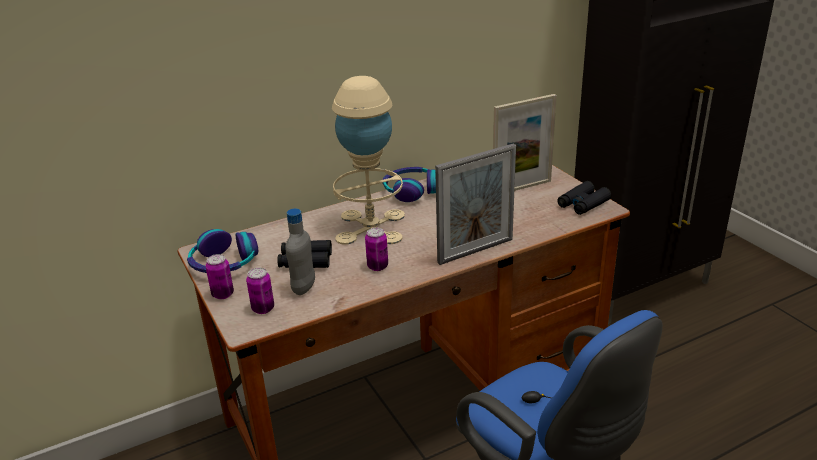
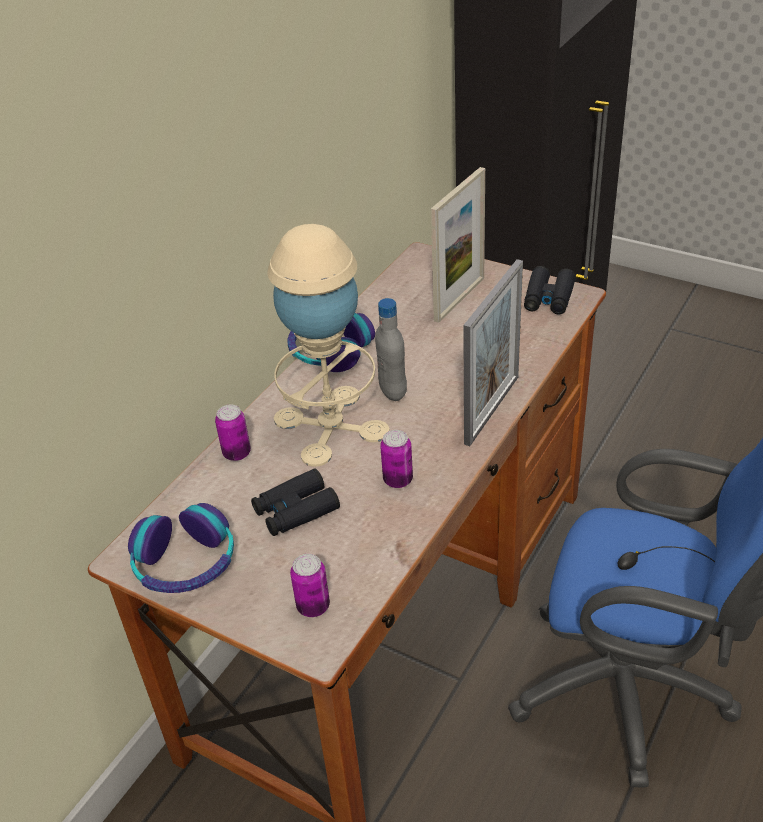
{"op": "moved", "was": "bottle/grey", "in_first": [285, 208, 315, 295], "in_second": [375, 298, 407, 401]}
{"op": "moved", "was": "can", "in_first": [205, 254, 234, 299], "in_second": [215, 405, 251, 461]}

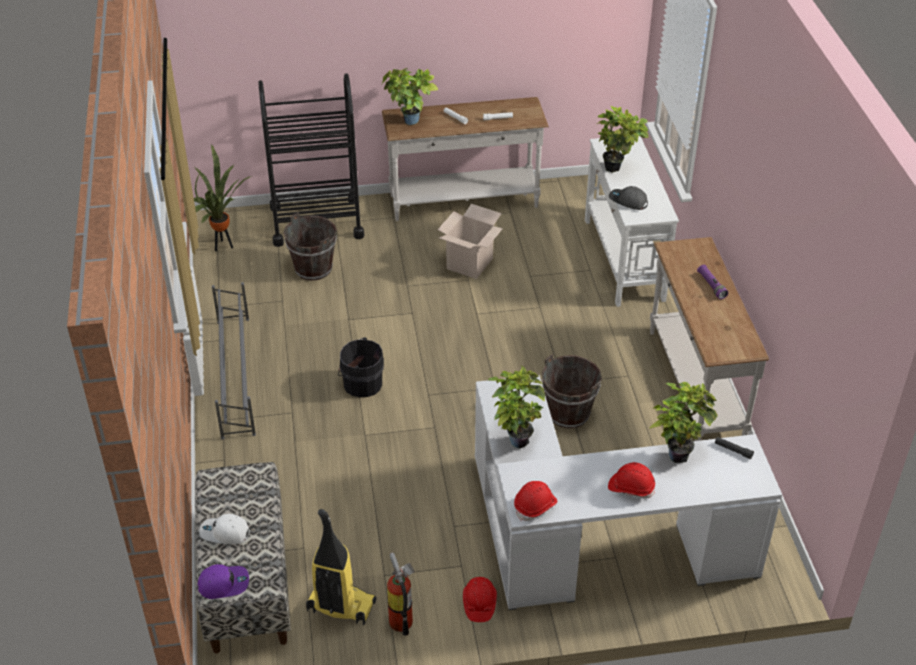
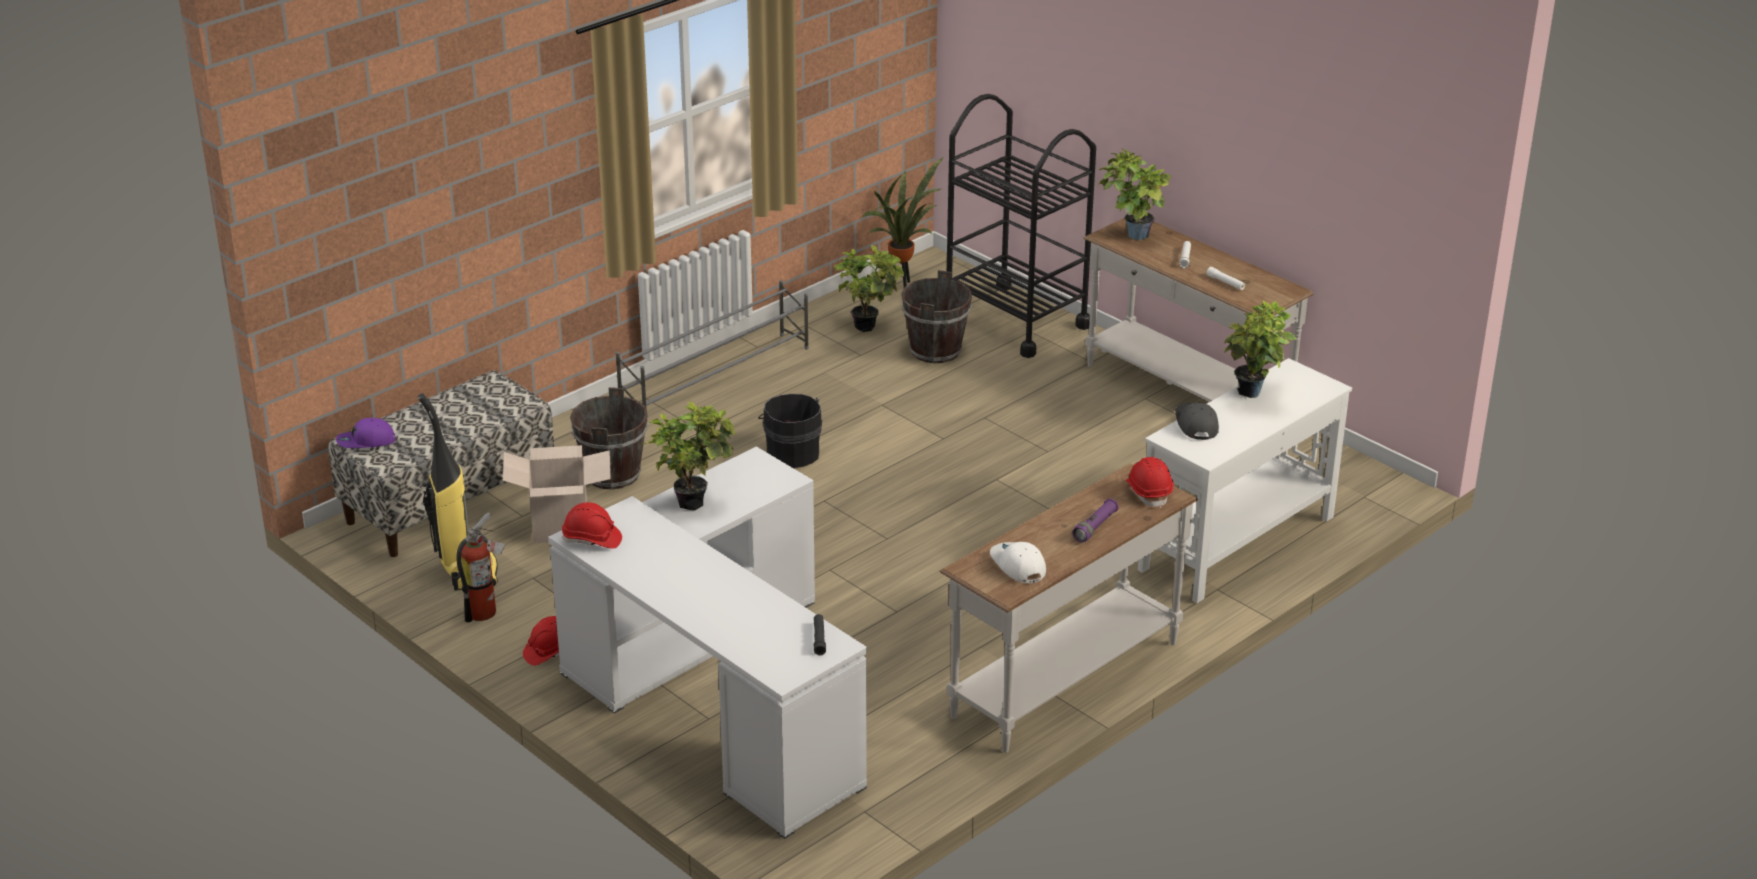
{"op": "moved", "was": "cardboard box", "in_first": [437, 204, 503, 279], "in_second": [503, 445, 611, 544]}
{"op": "moved", "was": "bucket/brown", "in_first": [542, 354, 602, 429], "in_second": [570, 387, 648, 489]}
{"op": "moved", "was": "potted plant", "in_first": [650, 382, 718, 463], "in_second": [834, 245, 904, 332]}
{"op": "moved", "was": "hard hat/red", "in_first": [608, 462, 655, 499], "in_second": [1126, 457, 1174, 508]}
{"op": "moved", "was": "cap/white", "in_first": [199, 514, 250, 544], "in_second": [990, 542, 1046, 583]}
{"op": "turned", "was": "cap/purple", "in_first": [198, 564, 249, 599], "in_second": [336, 418, 396, 448], "clockwise": 120}

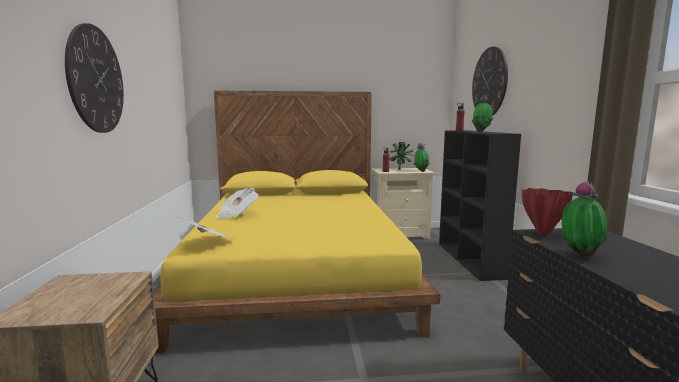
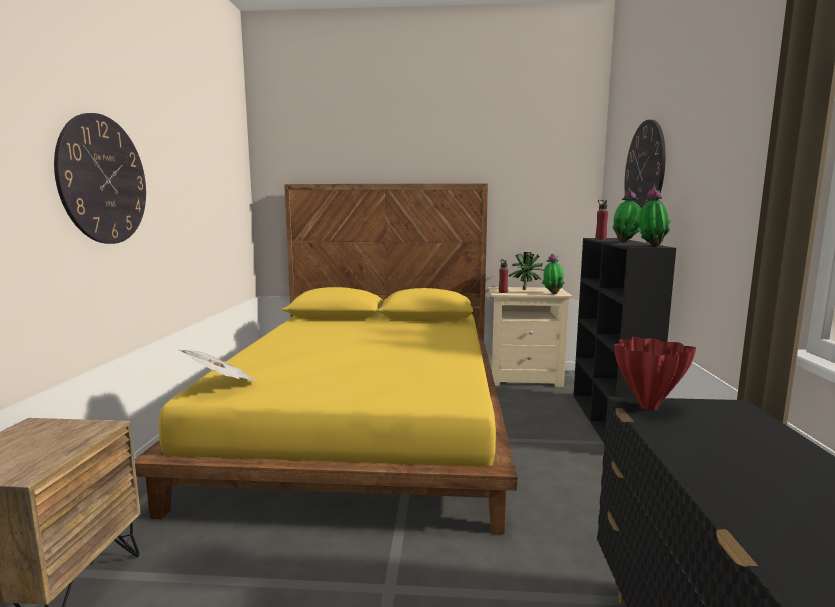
{"op": "moved", "was": "potted plant", "in_first": [562, 181, 607, 257], "in_second": [639, 188, 671, 246]}
{"op": "removed", "was": "newspaper", "in_first": [215, 188, 259, 218]}

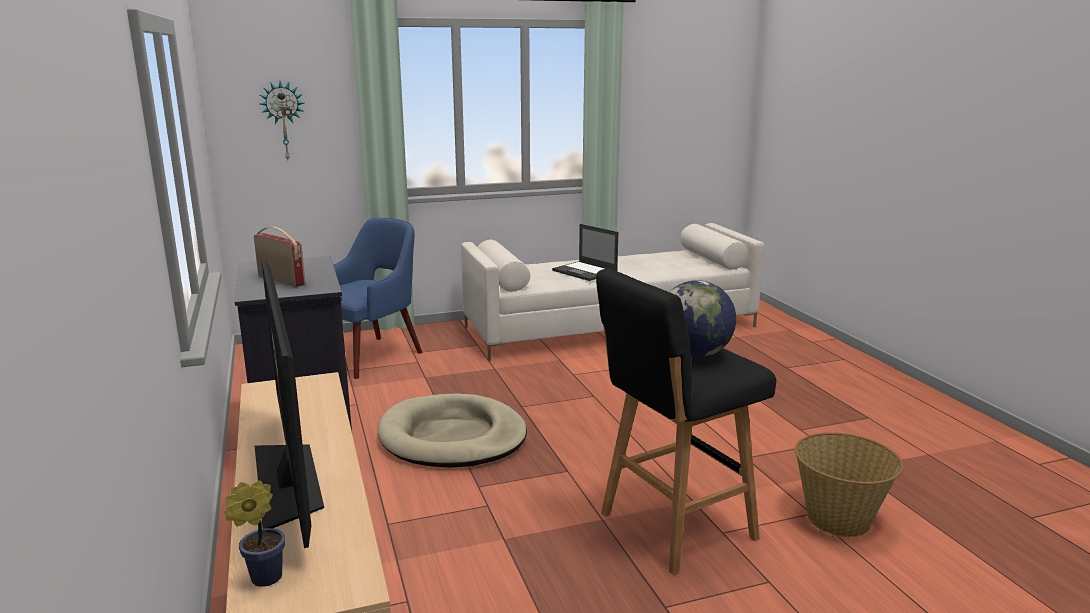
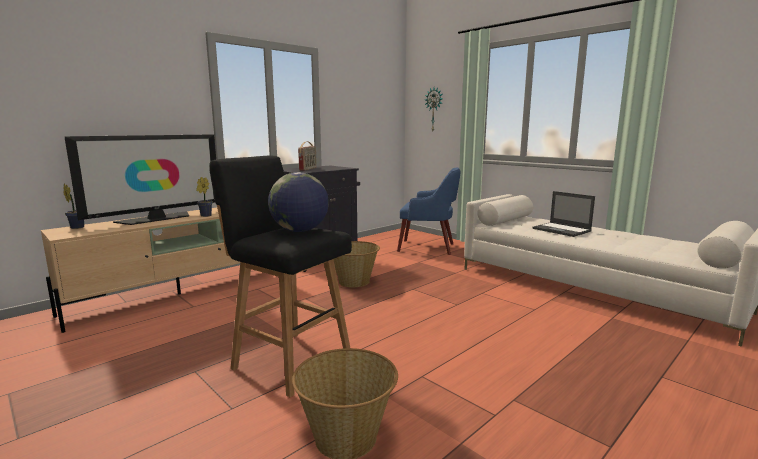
{"op": "turned", "was": "laptop", "in_first": [552, 224, 619, 281], "in_second": [532, 191, 595, 237], "clockwise": -60}
{"op": "replaced", "was": "dog bed/beige", "now": "basket", "in_first": [377, 394, 527, 468], "in_second": [334, 241, 380, 288]}
{"op": "added", "now": "potted plant", "in_second": [196, 177, 213, 217]}

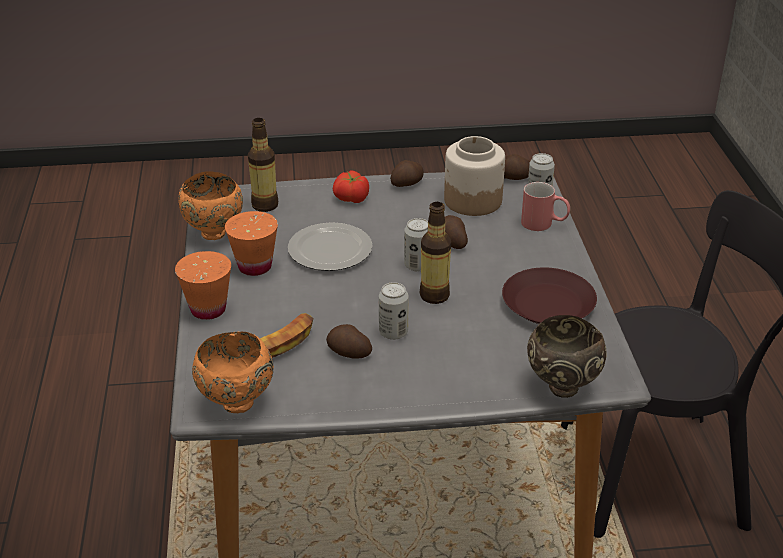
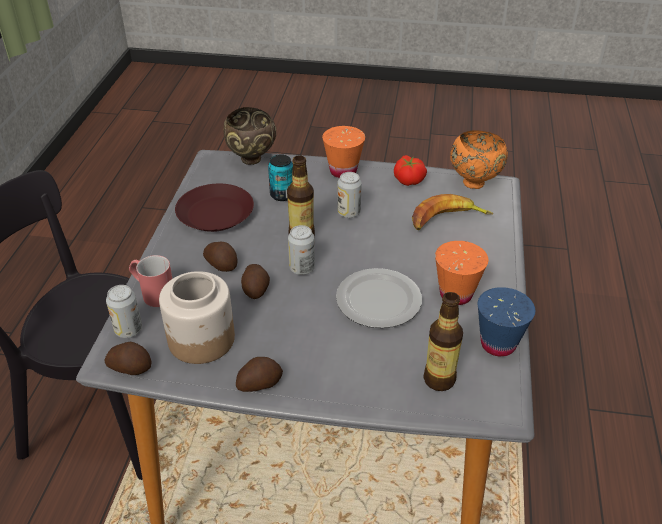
{"op": "moved", "was": "tomato", "in_first": [333, 170, 369, 203], "in_second": [394, 155, 427, 186]}
{"op": "replaced", "was": "bowl/orange", "now": "cup/blue", "in_first": [178, 171, 243, 240], "in_second": [478, 287, 535, 357]}
{"op": "moved", "was": "cup/orange", "in_first": [175, 251, 231, 320], "in_second": [322, 126, 365, 178]}
{"op": "moved", "was": "potato", "in_first": [326, 324, 372, 359], "in_second": [203, 242, 238, 272]}
{"op": "added", "now": "can", "in_second": [268, 154, 293, 201]}

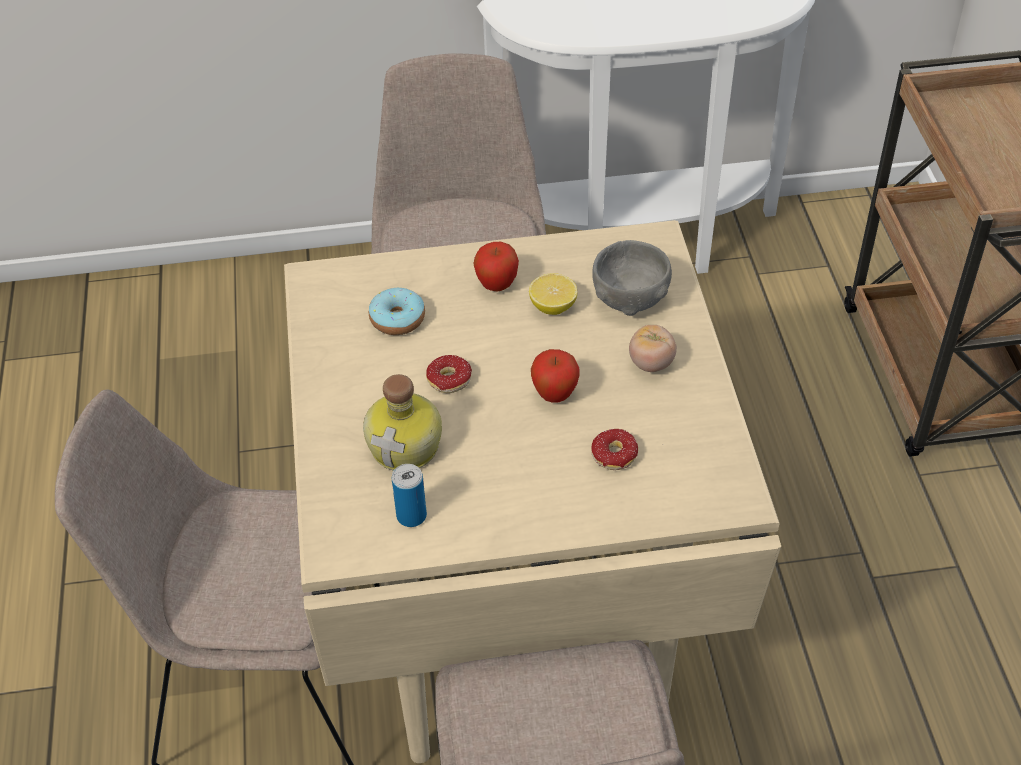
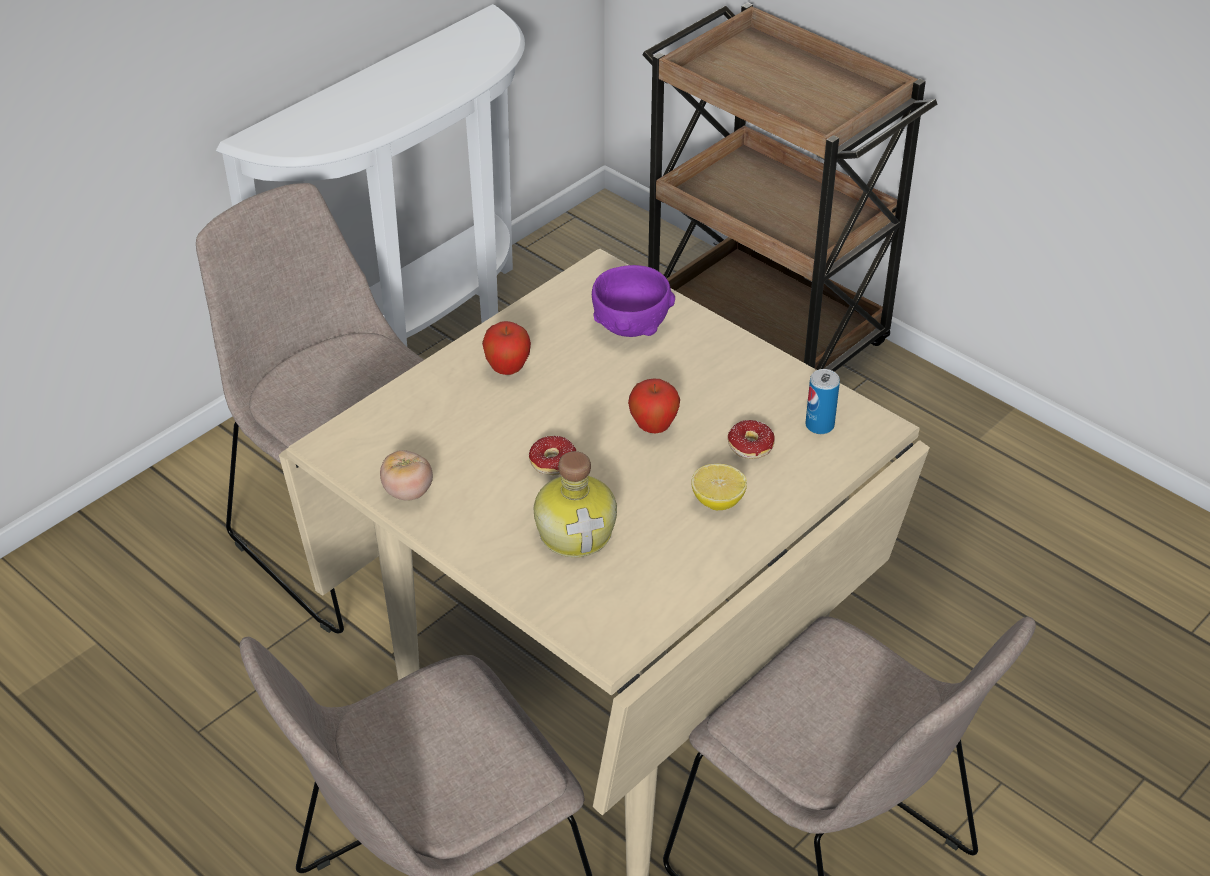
{"op": "recoloured", "was": "bowl/grey", "now": "bowl/purple", "in_first": [592, 240, 672, 316], "in_second": [592, 265, 675, 337]}
{"op": "moved", "was": "lemon", "in_first": [529, 273, 577, 315], "in_second": [691, 464, 747, 510]}
{"op": "removed", "was": "donut", "in_first": [369, 288, 425, 335]}
{"op": "moved", "was": "tomato", "in_first": [629, 325, 677, 372], "in_second": [380, 450, 433, 501]}
{"op": "moved", "was": "can", "in_first": [392, 464, 427, 527], "in_second": [805, 369, 840, 434]}

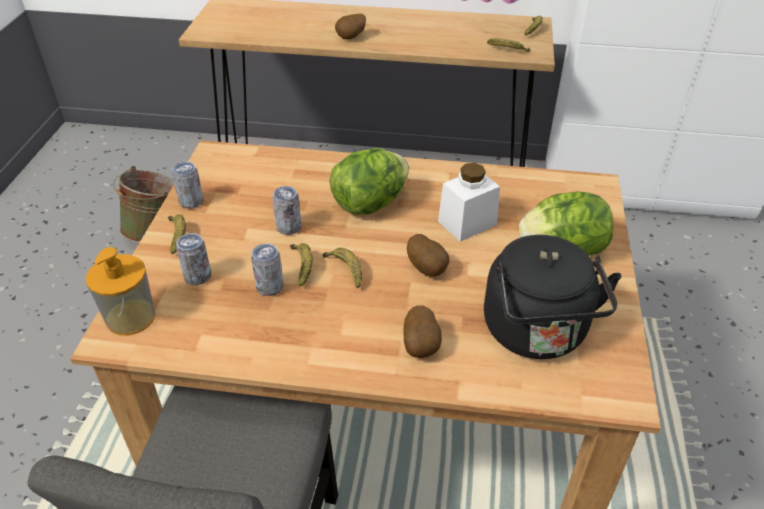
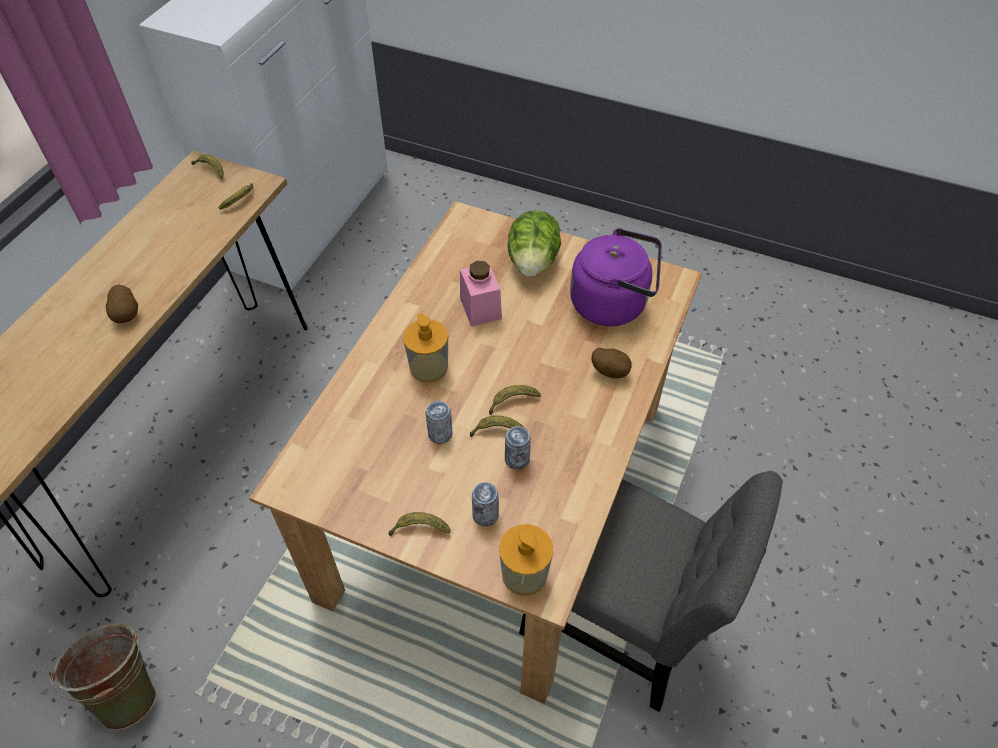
{"op": "replaced", "was": "lettuce", "now": "soap dispenser", "in_first": [329, 148, 409, 215], "in_second": [403, 313, 448, 383]}
{"op": "removed", "was": "can", "in_first": [172, 161, 204, 209]}
{"op": "recoloured", "was": "jar/white", "now": "jar/pink", "in_first": [438, 163, 500, 242], "in_second": [460, 261, 502, 327]}
{"op": "removed", "was": "potato", "in_first": [407, 234, 450, 277]}
{"op": "recoloured", "was": "kettle/black", "now": "kettle/purple", "in_first": [484, 235, 622, 359], "in_second": [570, 228, 662, 326]}

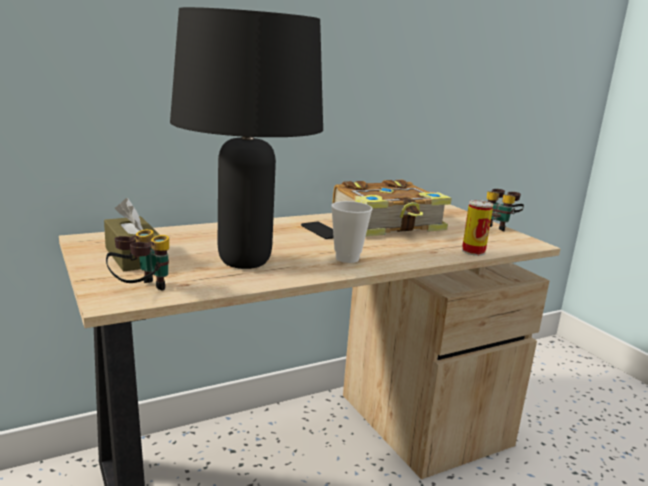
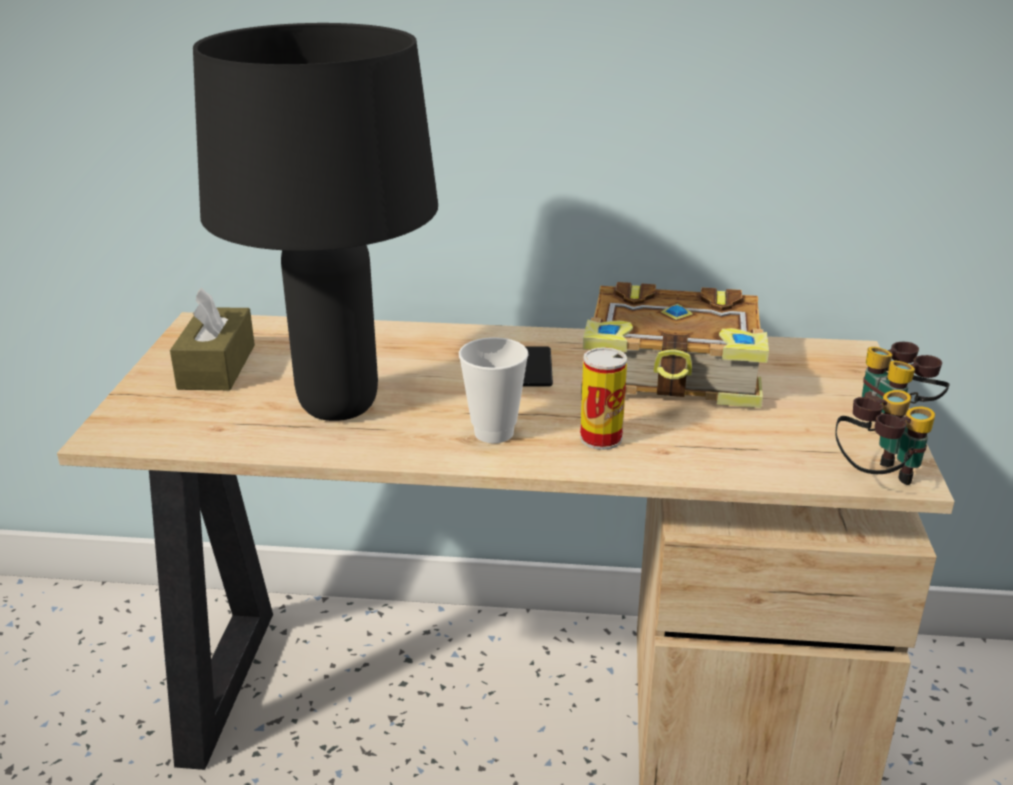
{"op": "moved", "was": "can", "in_first": [462, 200, 494, 256], "in_second": [580, 347, 627, 450]}
{"op": "moved", "was": "binoculars", "in_first": [106, 229, 169, 290], "in_second": [836, 390, 935, 485]}

